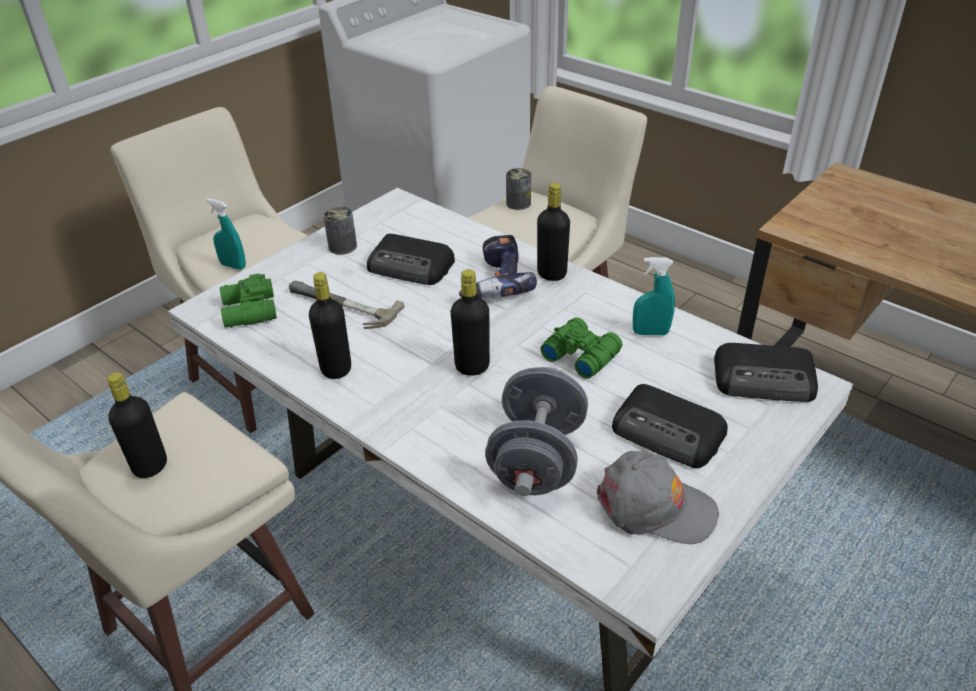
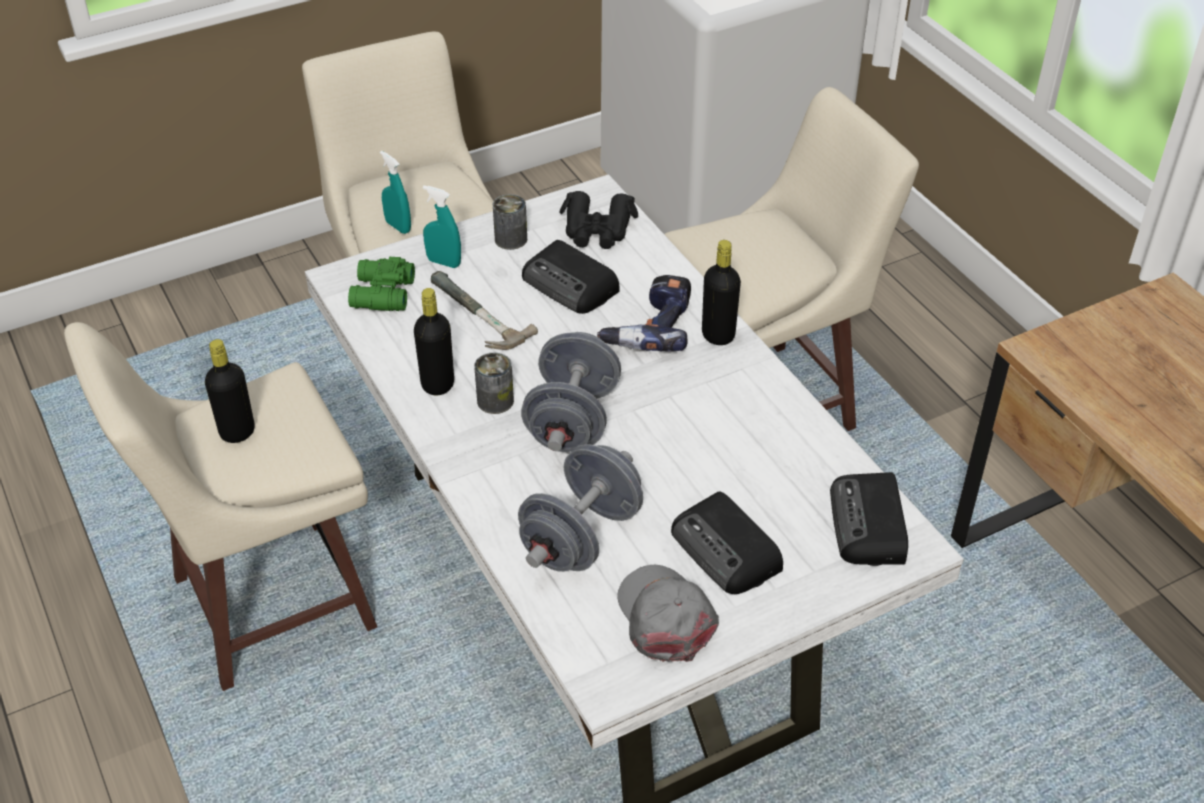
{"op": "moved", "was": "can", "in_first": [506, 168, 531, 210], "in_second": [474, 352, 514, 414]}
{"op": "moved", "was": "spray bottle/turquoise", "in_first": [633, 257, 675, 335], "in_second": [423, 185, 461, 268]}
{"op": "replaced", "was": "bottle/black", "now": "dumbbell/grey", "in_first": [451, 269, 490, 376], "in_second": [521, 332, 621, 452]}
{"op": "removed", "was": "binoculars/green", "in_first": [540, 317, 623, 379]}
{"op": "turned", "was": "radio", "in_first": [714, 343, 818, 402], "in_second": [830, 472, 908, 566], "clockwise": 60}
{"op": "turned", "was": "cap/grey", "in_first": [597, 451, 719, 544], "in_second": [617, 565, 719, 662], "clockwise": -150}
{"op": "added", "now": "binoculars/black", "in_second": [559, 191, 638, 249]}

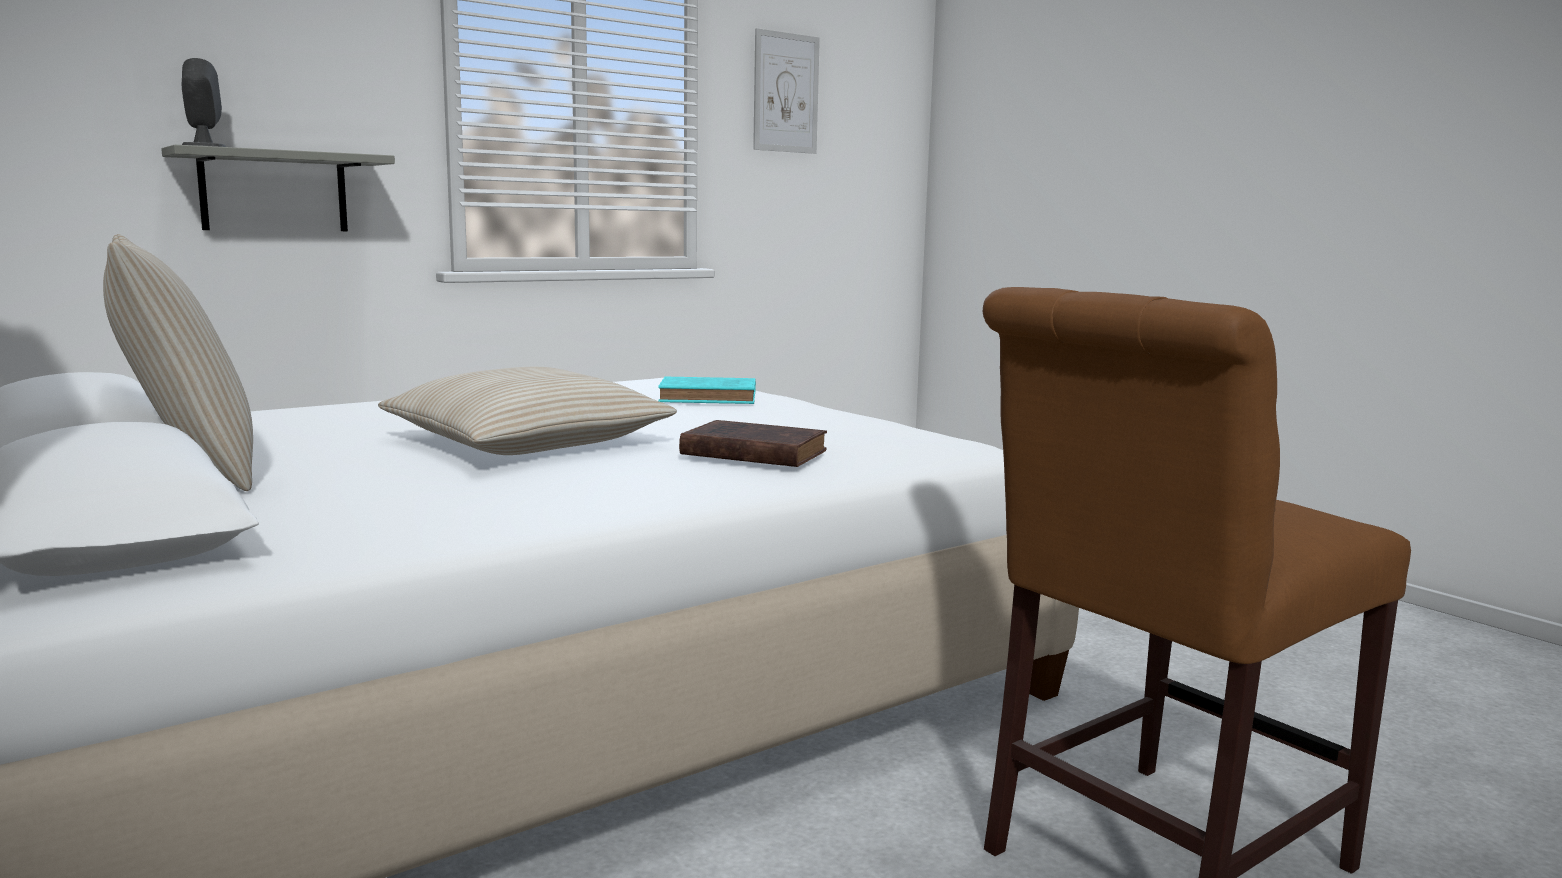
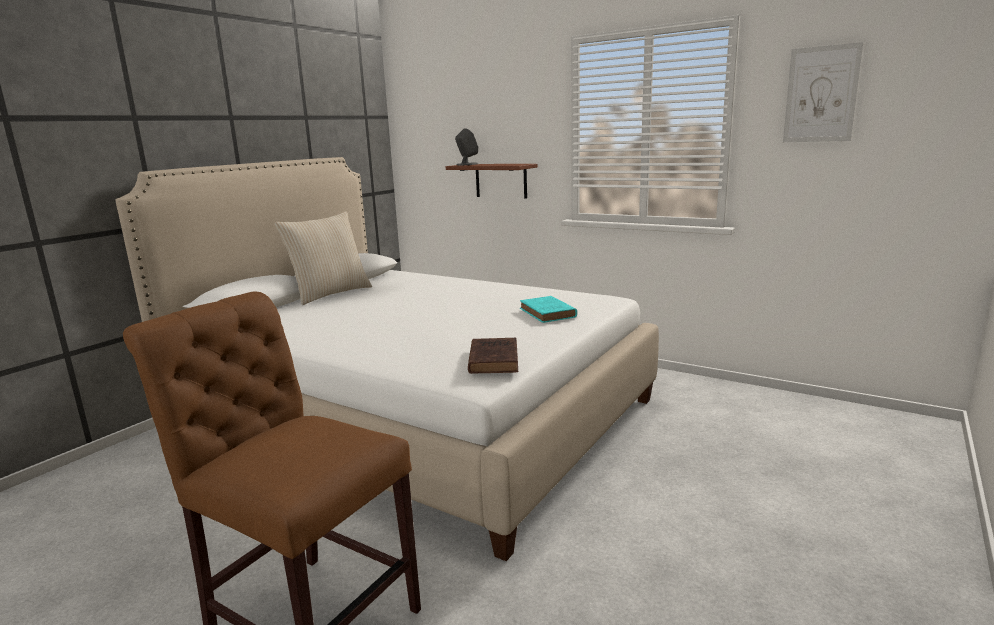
{"op": "recoloured", "was": "shelf/grey", "now": "shelf/brown", "in_first": [161, 145, 395, 231], "in_second": [446, 164, 538, 199]}
{"op": "removed", "was": "pillow/beige", "in_first": [378, 367, 677, 455]}
{"op": "moved", "was": "book/brown", "in_first": [679, 420, 827, 467], "in_second": [468, 338, 518, 374]}

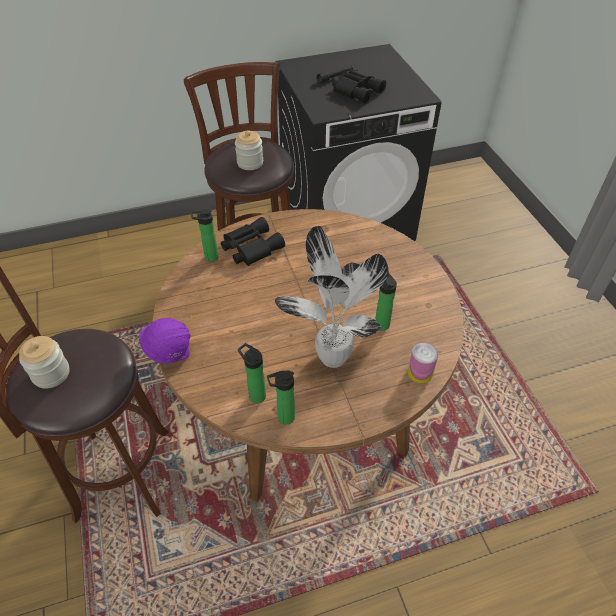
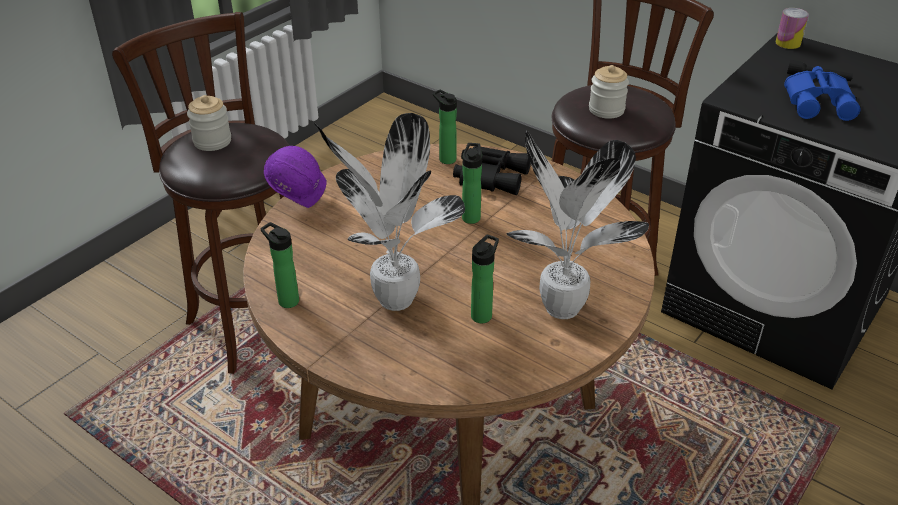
{"op": "recoloured", "was": "binoculars/black", "now": "binoculars/blue", "in_first": [332, 69, 386, 104], "in_second": [784, 66, 861, 121]}
{"op": "moved", "was": "bottle", "in_first": [238, 343, 266, 403], "in_second": [462, 143, 482, 224]}
{"op": "moved", "was": "can", "in_first": [408, 343, 438, 383], "in_second": [776, 8, 809, 49]}
{"op": "added", "now": "potted plant", "in_second": [507, 131, 649, 319]}

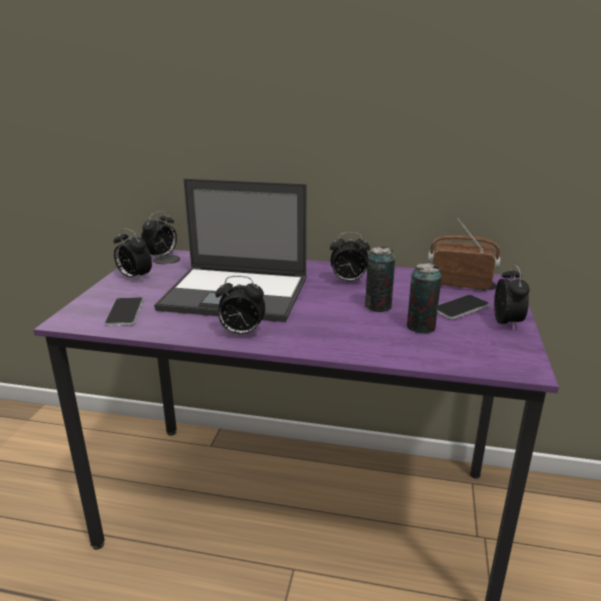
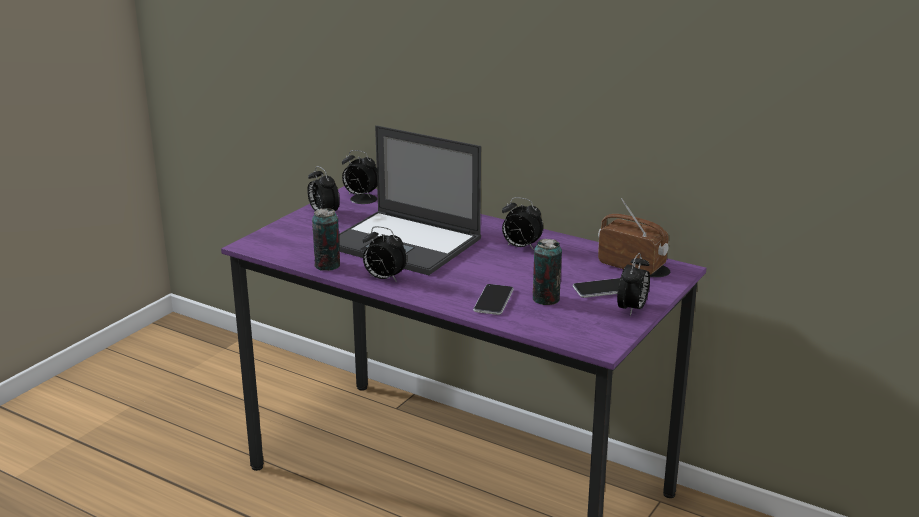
{"op": "turned", "was": "alarm clock", "in_first": [141, 211, 177, 260], "in_second": [342, 150, 377, 198], "clockwise": 60}
{"op": "moved", "was": "can", "in_first": [365, 247, 395, 312], "in_second": [312, 208, 340, 271]}
{"op": "moved", "was": "phone", "in_first": [104, 297, 144, 326], "in_second": [473, 284, 514, 315]}

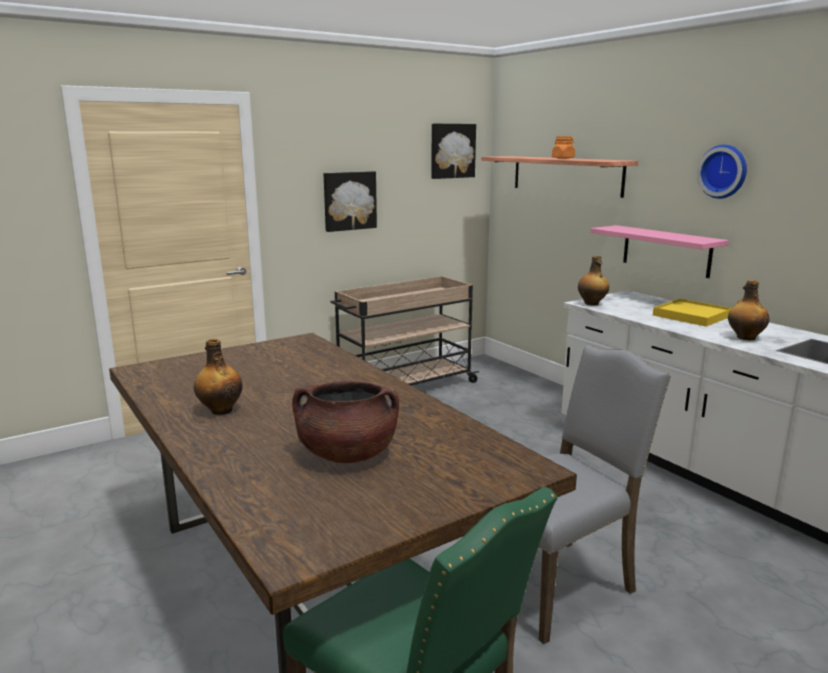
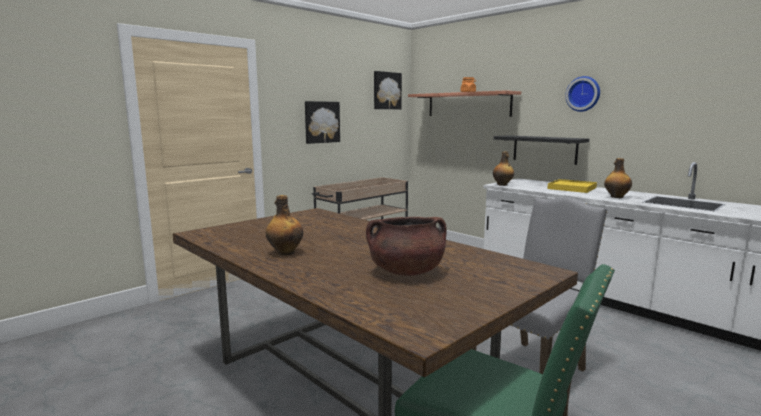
{"op": "recoloured", "was": "shelf/pink", "now": "shelf/black", "in_first": [591, 225, 729, 278], "in_second": [493, 135, 589, 165]}

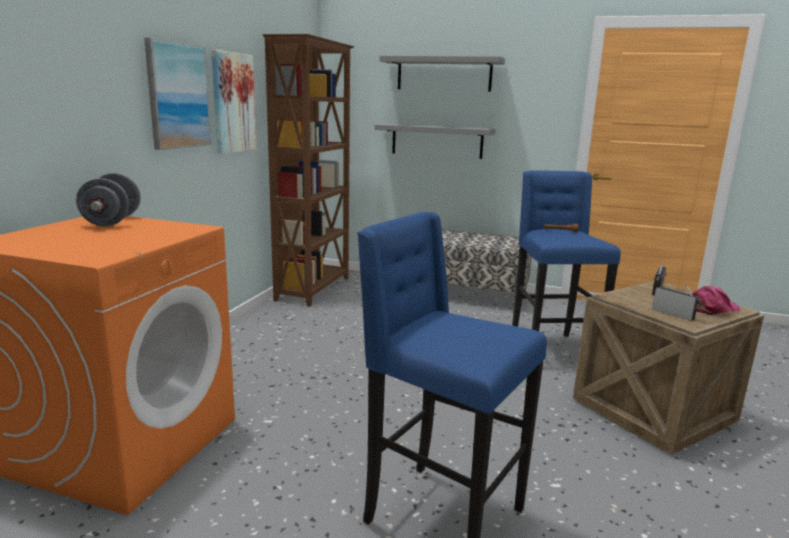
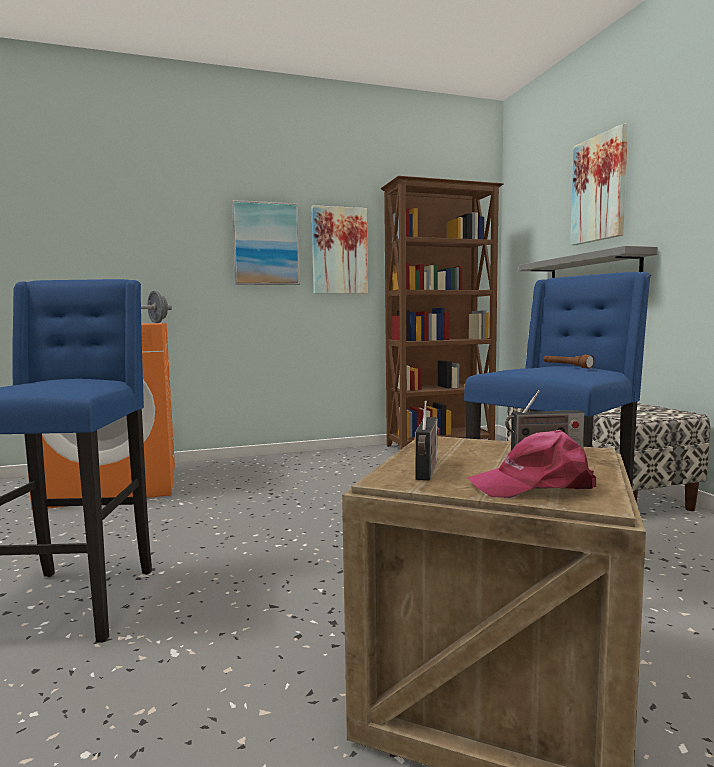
{"op": "replaced", "was": "shelf/grey", "now": "picture", "in_first": [380, 56, 505, 91], "in_second": [570, 123, 628, 245]}
{"op": "turned", "was": "cap/pink", "in_first": [692, 286, 740, 316], "in_second": [468, 430, 596, 498], "clockwise": 150}

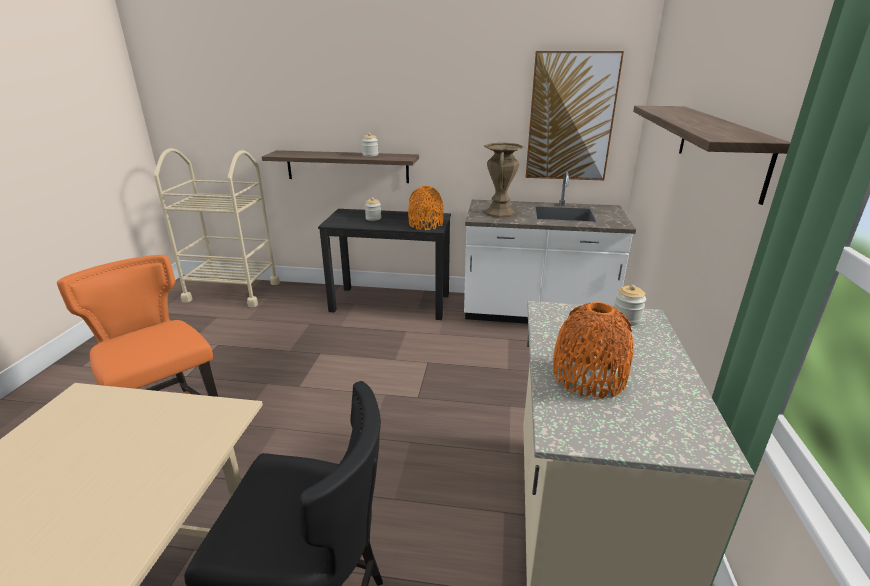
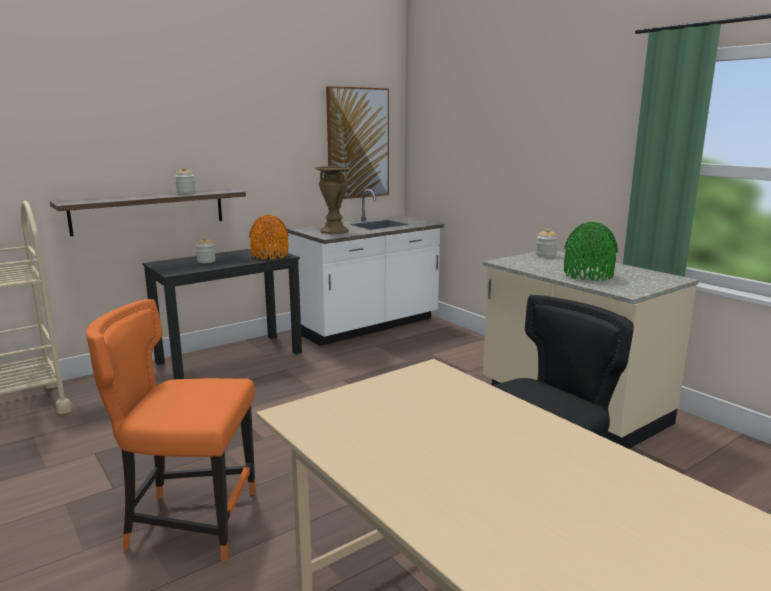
{"op": "removed", "was": "shelf", "in_first": [633, 106, 791, 205]}
{"op": "recoloured", "was": "vase/orange", "now": "vase/green", "in_first": [553, 302, 634, 399], "in_second": [564, 222, 618, 281]}

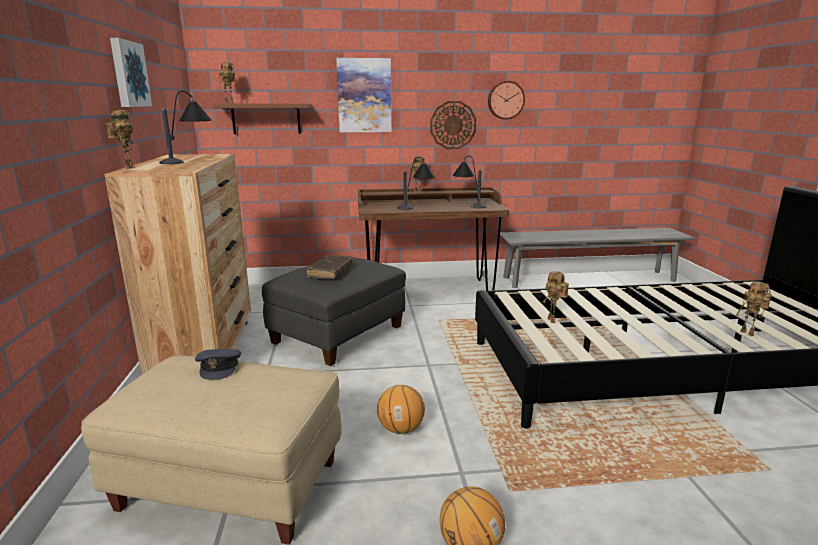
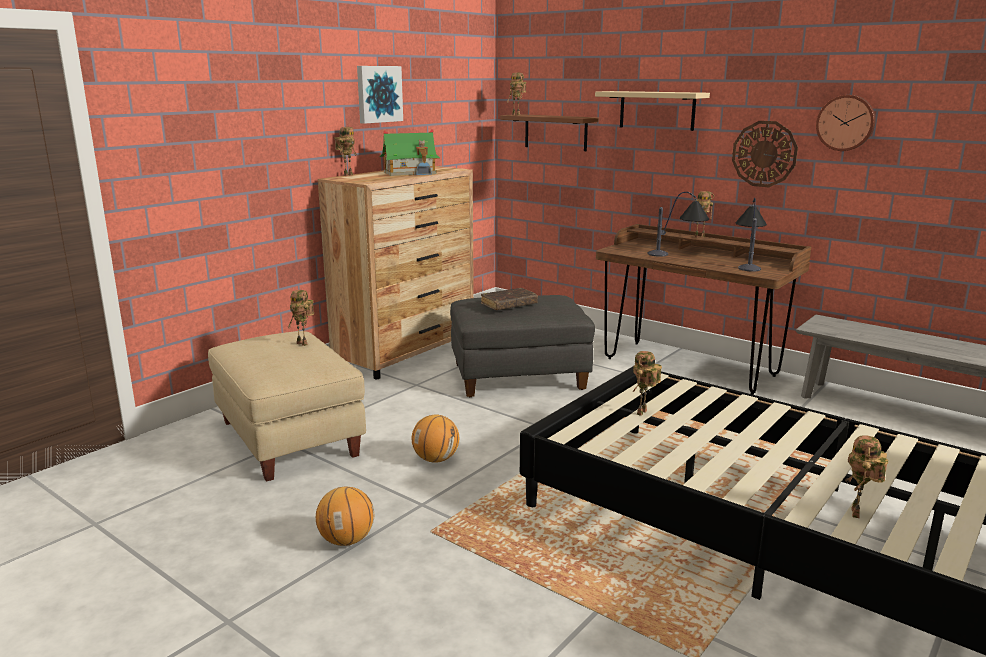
{"op": "replaced", "was": "picture", "now": "shelf/beige", "in_first": [336, 58, 391, 132], "in_second": [595, 91, 710, 131]}
{"op": "replaced", "was": "table lamp", "now": "toy house", "in_first": [159, 91, 211, 164], "in_second": [379, 129, 440, 176]}
{"op": "replaced", "was": "cap/grey", "now": "toy robot", "in_first": [195, 349, 241, 379], "in_second": [288, 290, 314, 346]}

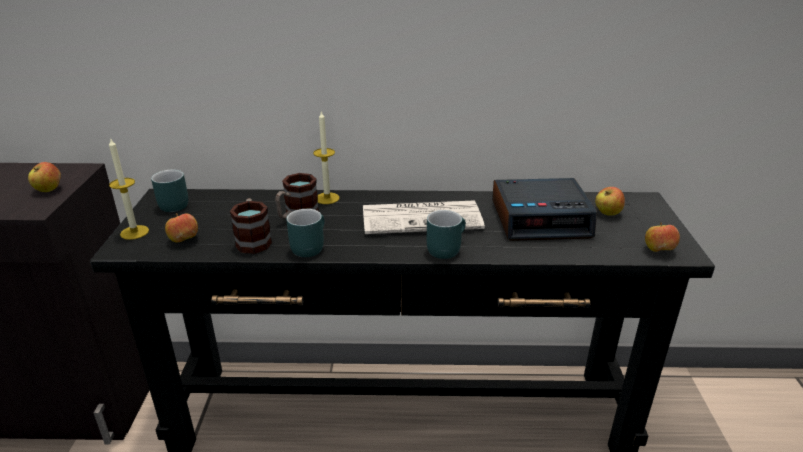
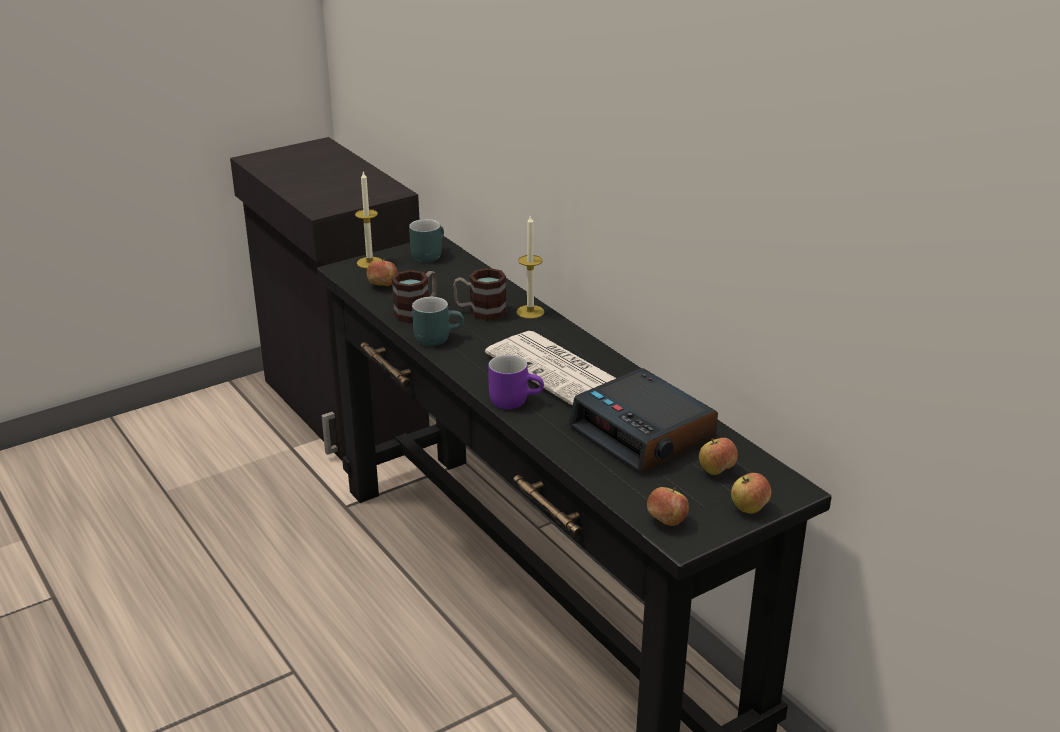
{"op": "moved", "was": "apple", "in_first": [28, 162, 61, 192], "in_second": [731, 473, 771, 514]}
{"op": "recoloured", "was": "mug/turquoise", "now": "mug/purple", "in_first": [427, 210, 466, 259], "in_second": [488, 355, 544, 409]}

